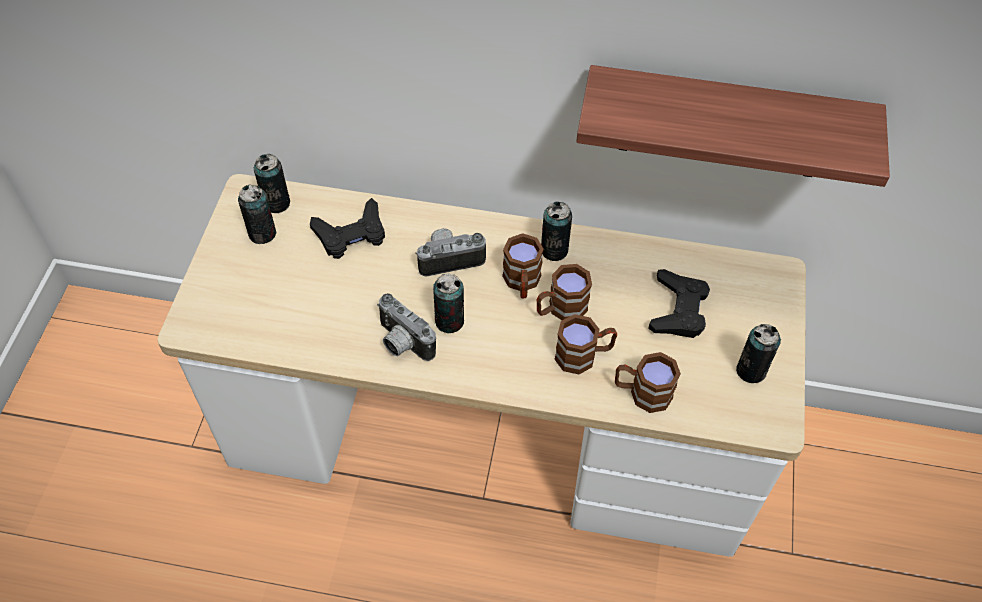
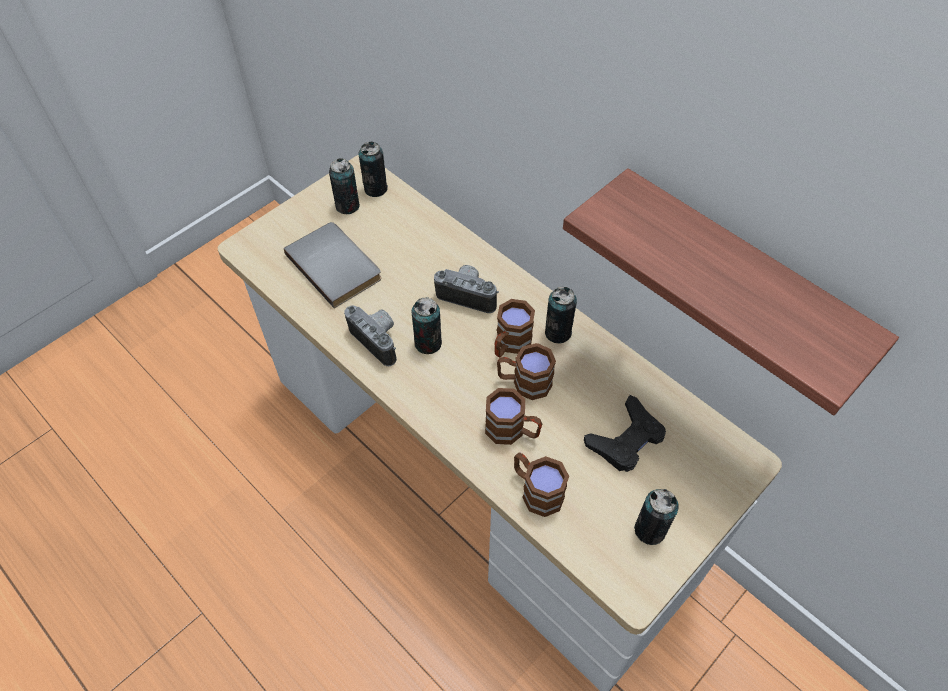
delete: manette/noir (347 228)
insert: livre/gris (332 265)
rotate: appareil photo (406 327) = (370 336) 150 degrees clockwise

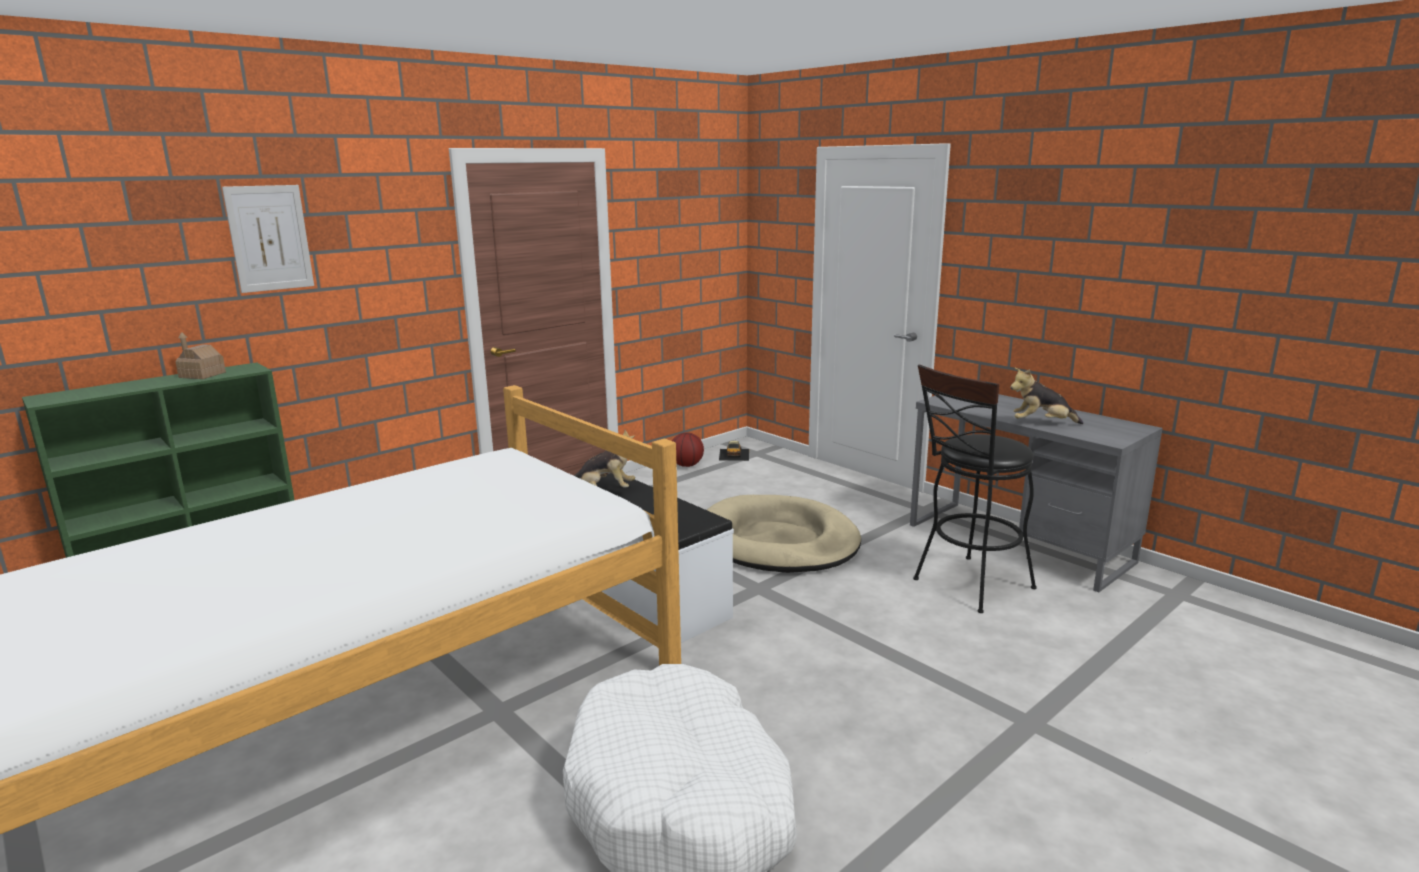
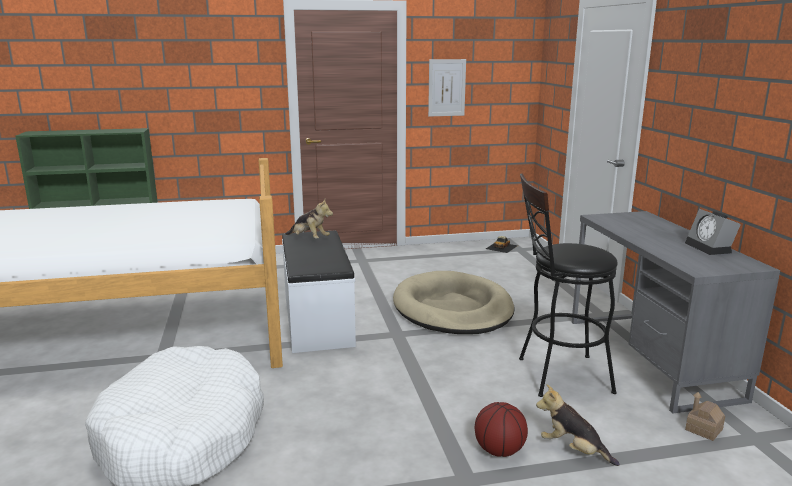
insert: réveil (713 232)
move: tableau (268 239) to (447 88); ballon de basket (688 449) to (501 429); peluche (1046 396) to (578 425); maison miniature (200 355) to (705 416)

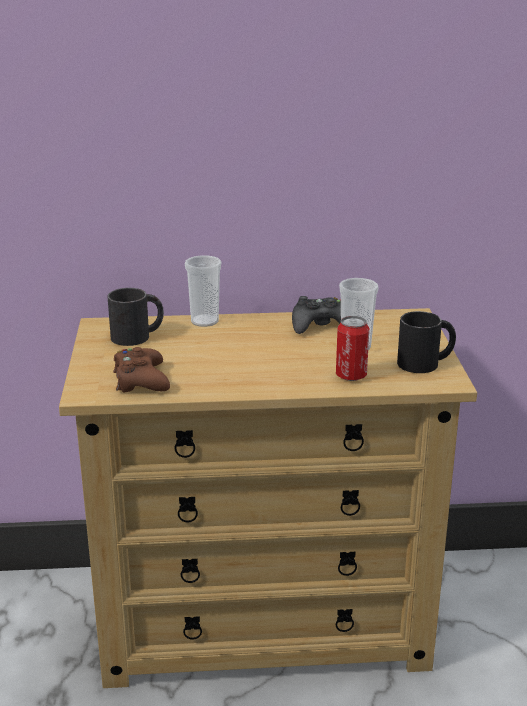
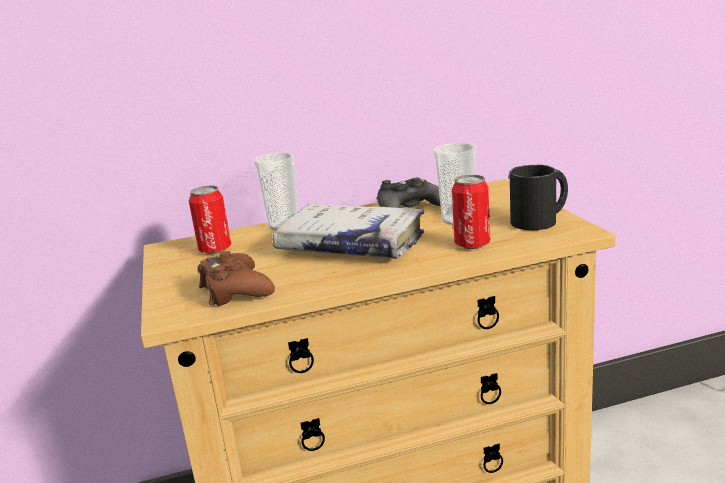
insert: livre/blanc (348 231)
replace: mug/noir (135 317) to boîte métallique (210 220)

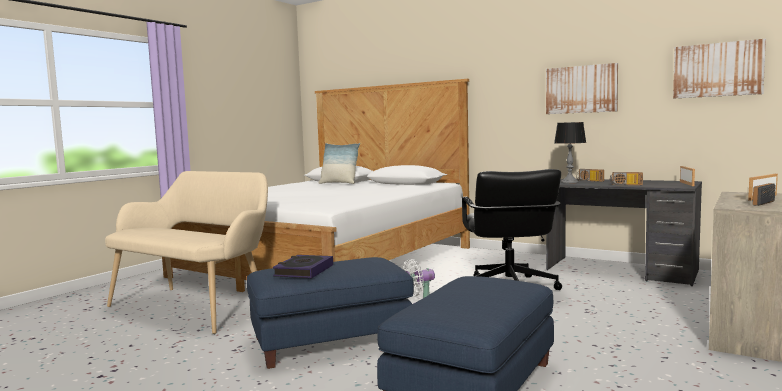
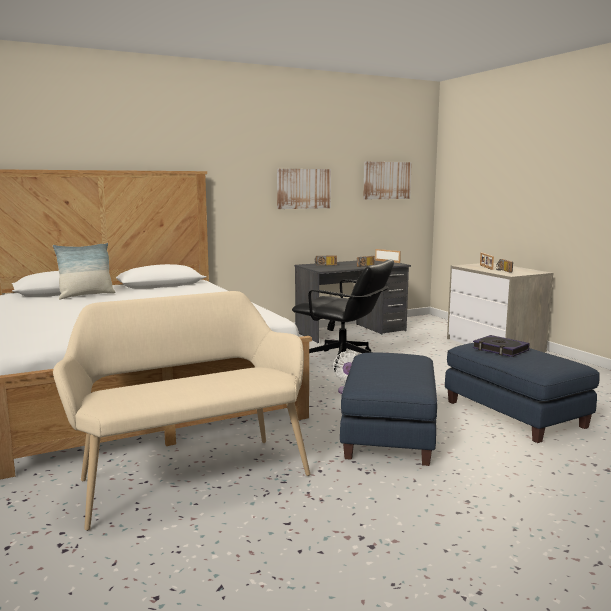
delete: lampe de table (570 153)
move: livre (303 266) to (501 346)

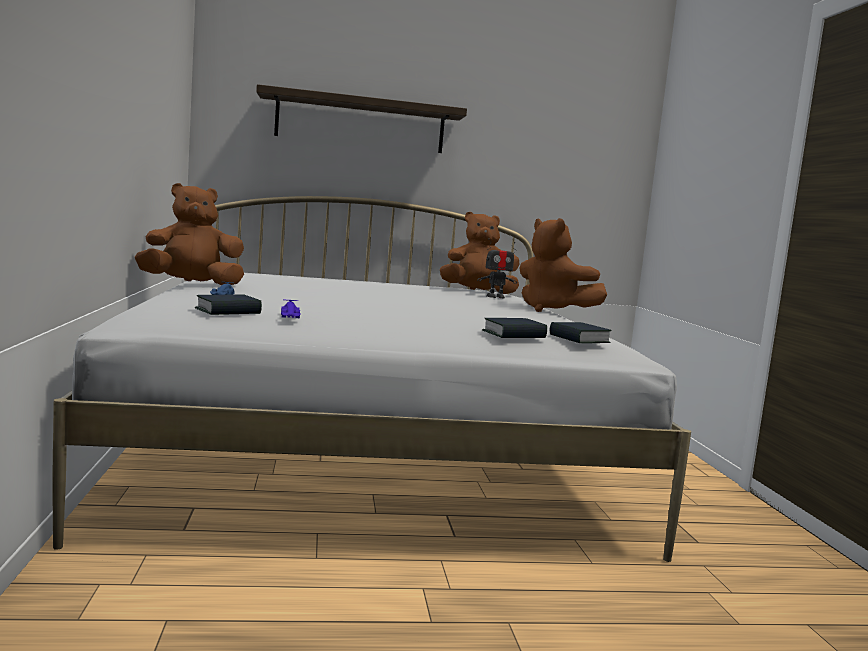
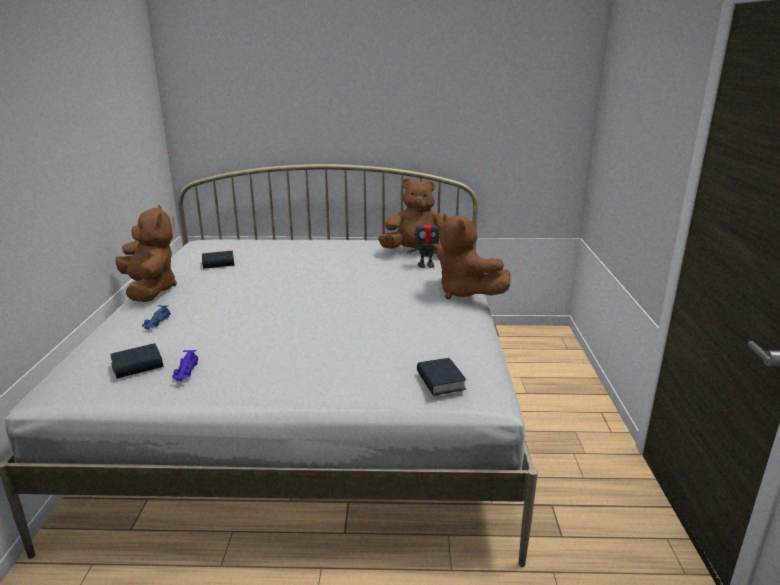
delete: étagère (361 118)
move: livre (514 328) to (218 260)
rotate: peluche/marron (189 234) = (146 253) 75 degrees clockwise

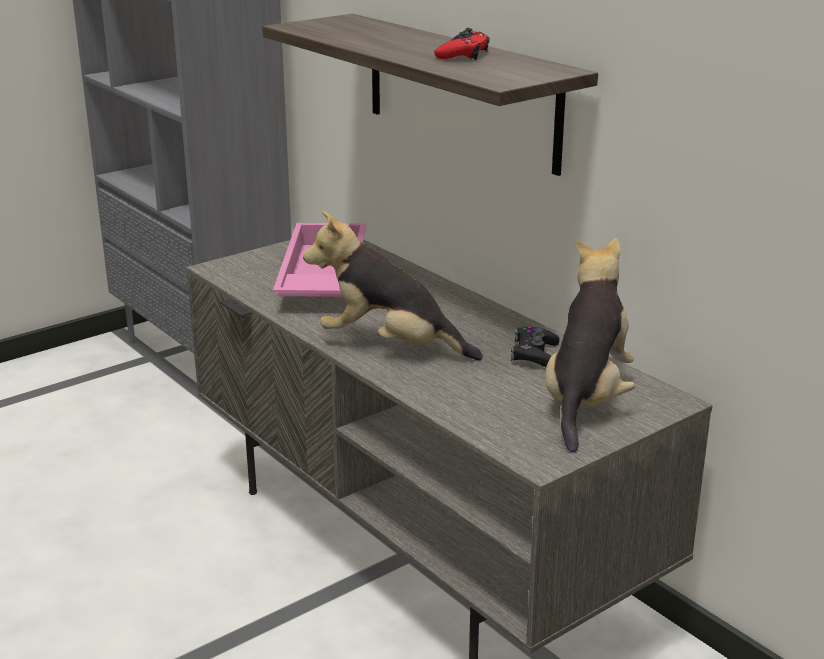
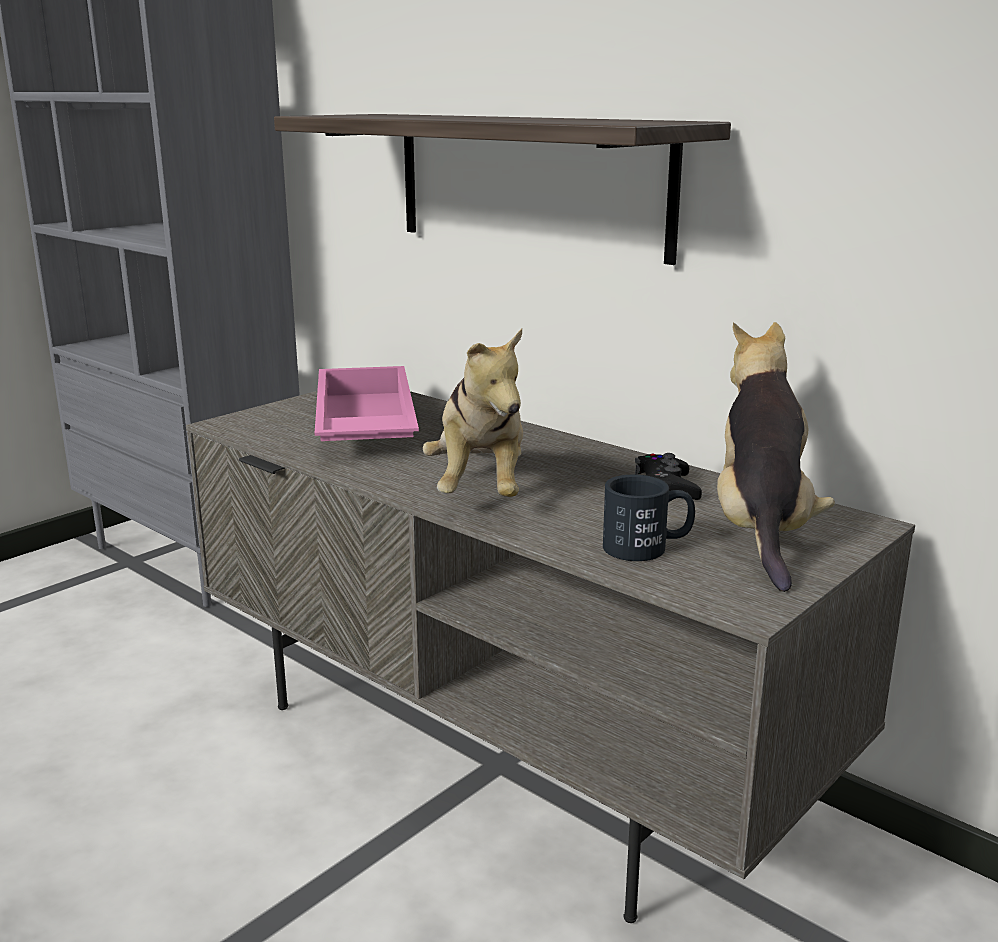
delete: manette/rouge (462 44)
insert: mug/noir (649 518)
rotate: peluche (393 285) = (473 413) 105 degrees counterclockwise

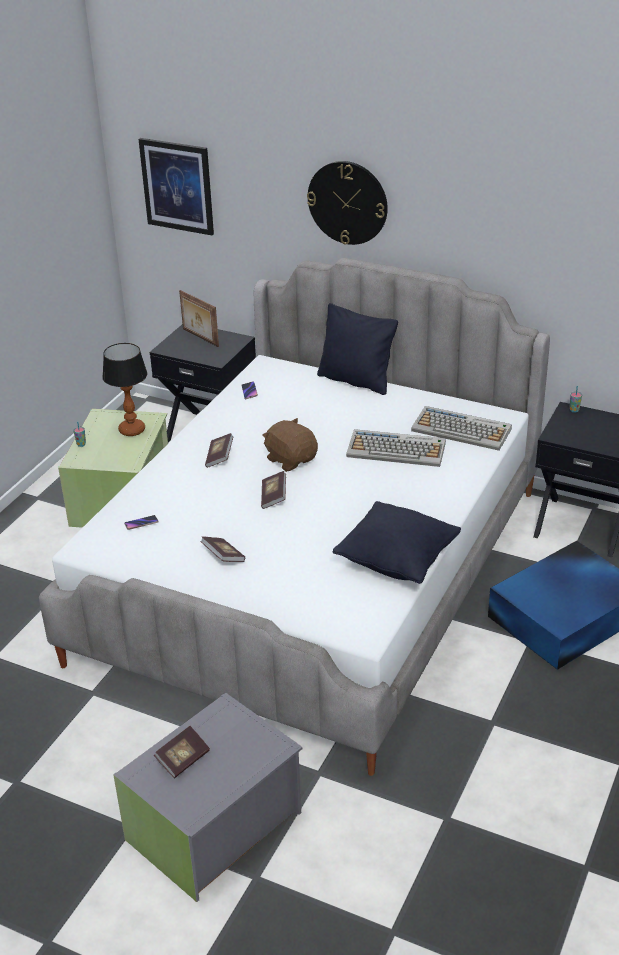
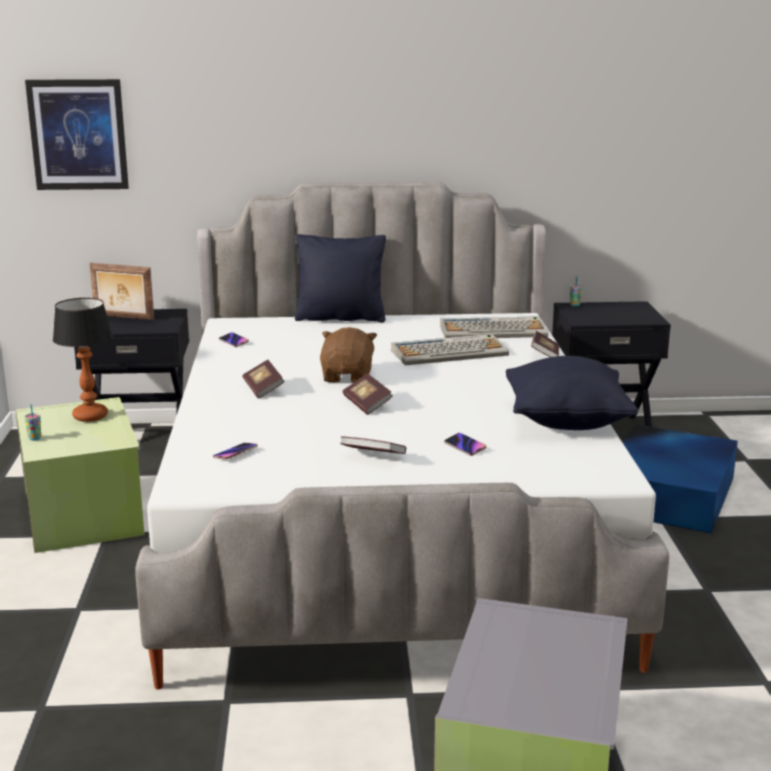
delete: horloge murale (347 203)
insert: téléphone (465 444)
move: livre (182 752) to (545 344)
rotate: peluche/marron (290 445) = (348 355) 75 degrees clockwise

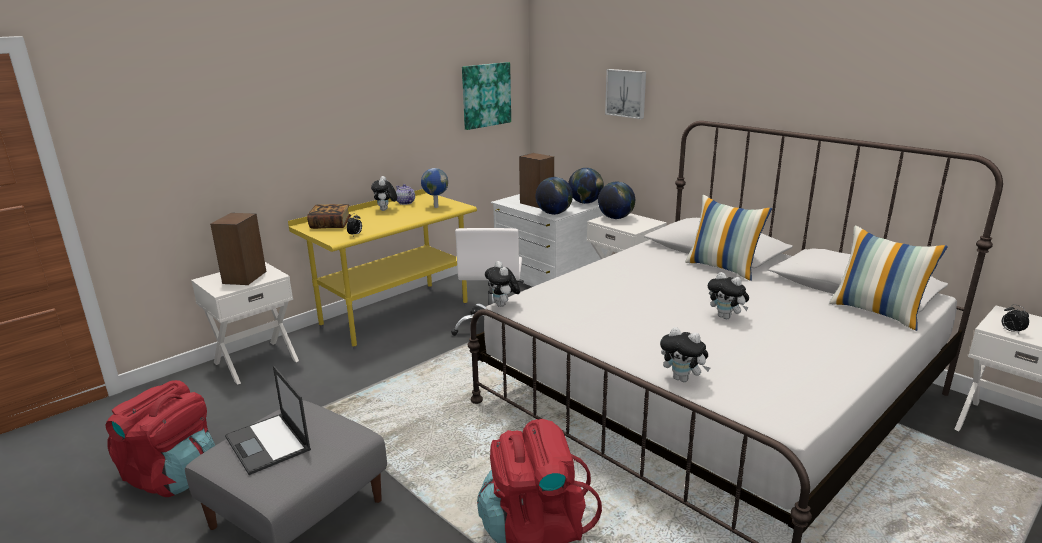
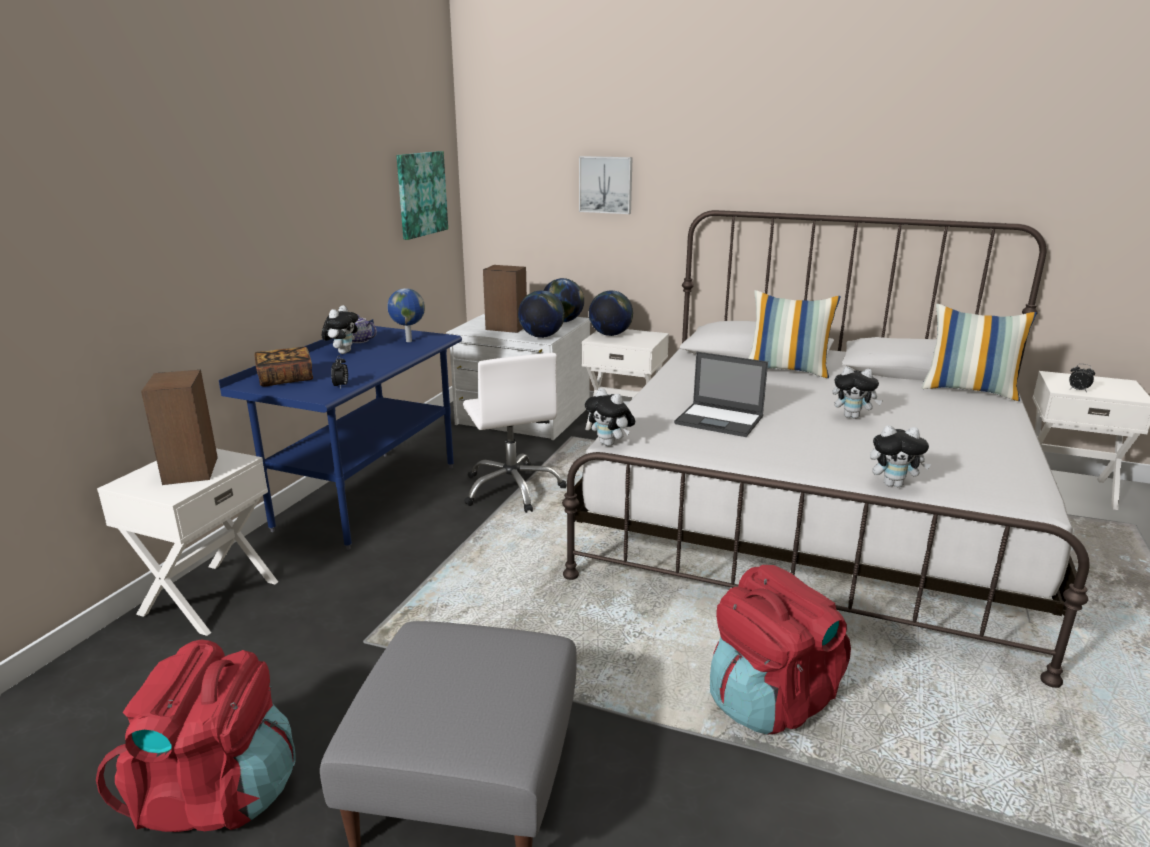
move: ordinateur portable (268 420) to (721 394)
recolor: bureau/jaune (382 269) to bureau/bleu (340 434)
rotate: peluche (384 193) = (340 329) 135 degrees counterclockwise

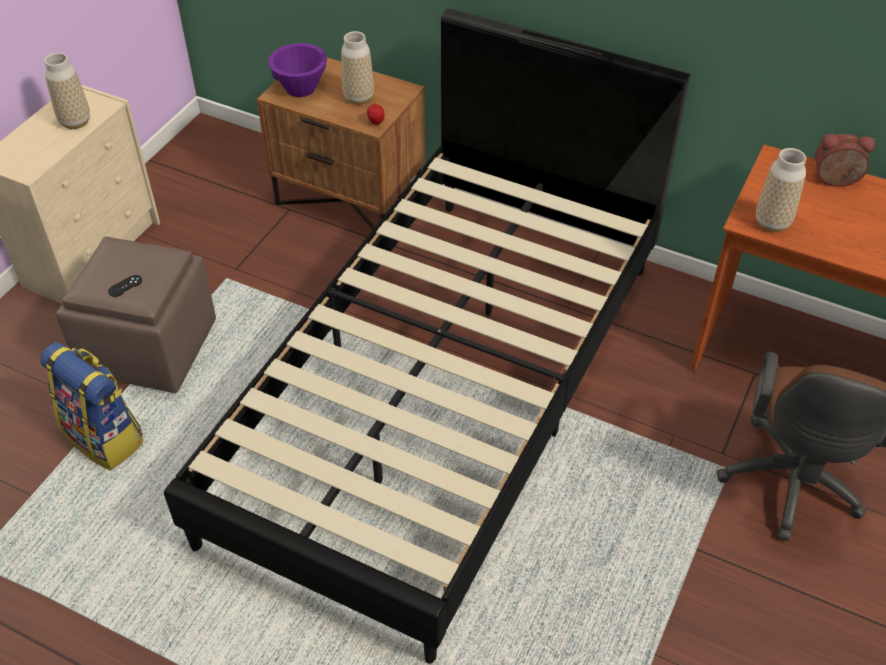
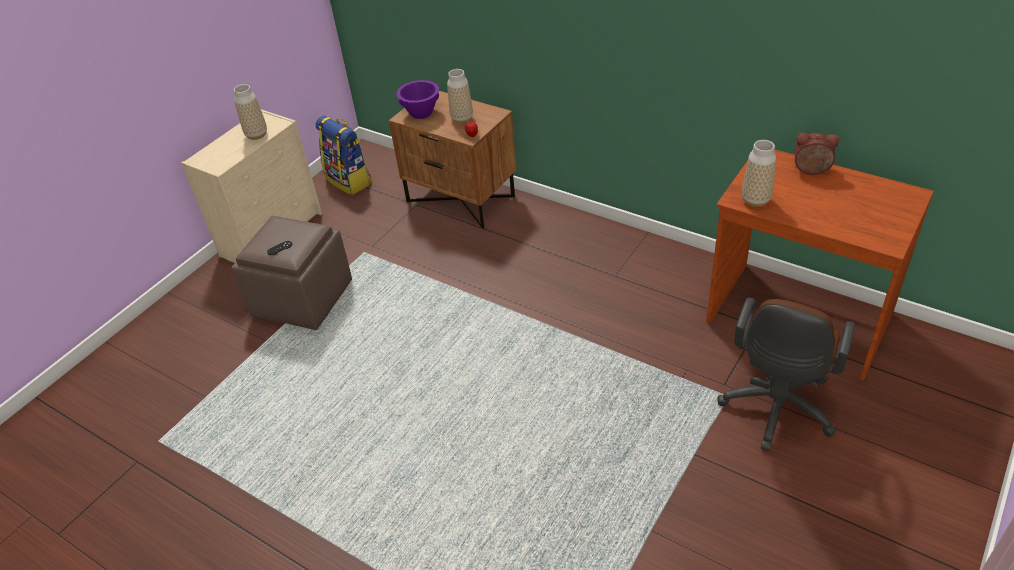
delete: lit/noir (427 336)
move: sac à dos (91 406) to (343 155)

